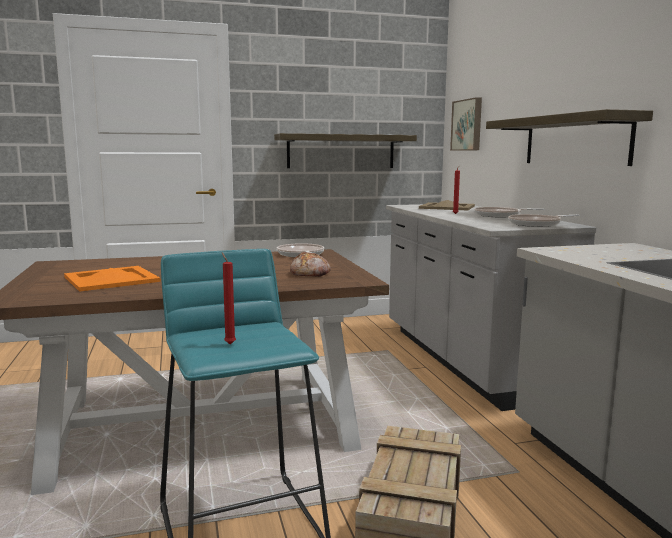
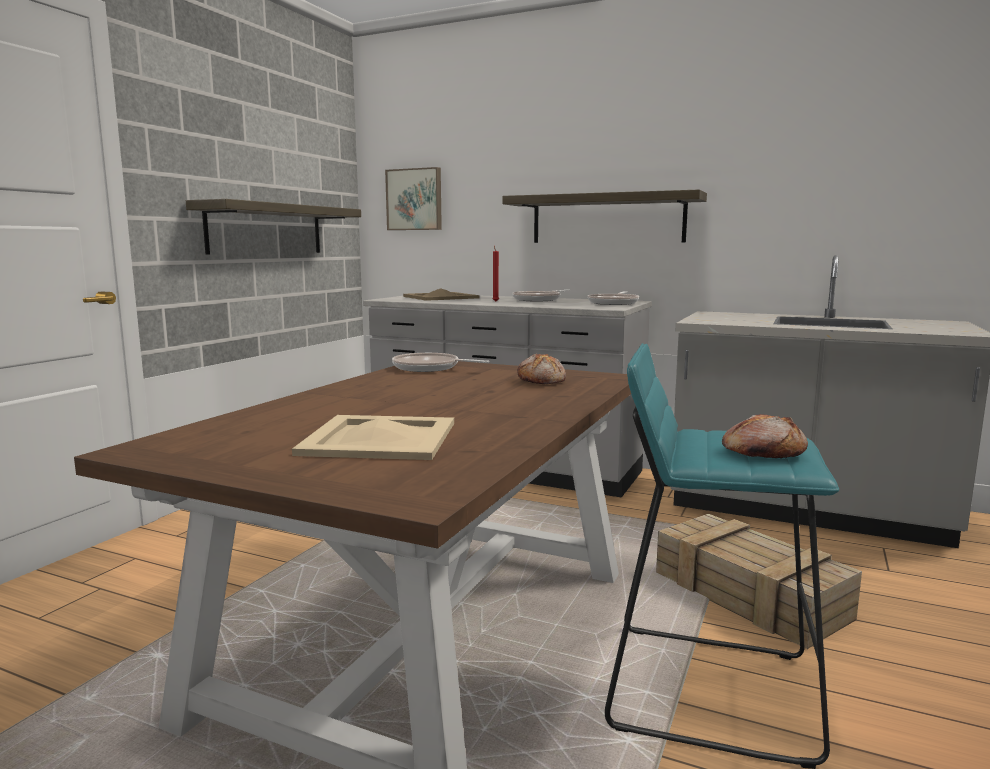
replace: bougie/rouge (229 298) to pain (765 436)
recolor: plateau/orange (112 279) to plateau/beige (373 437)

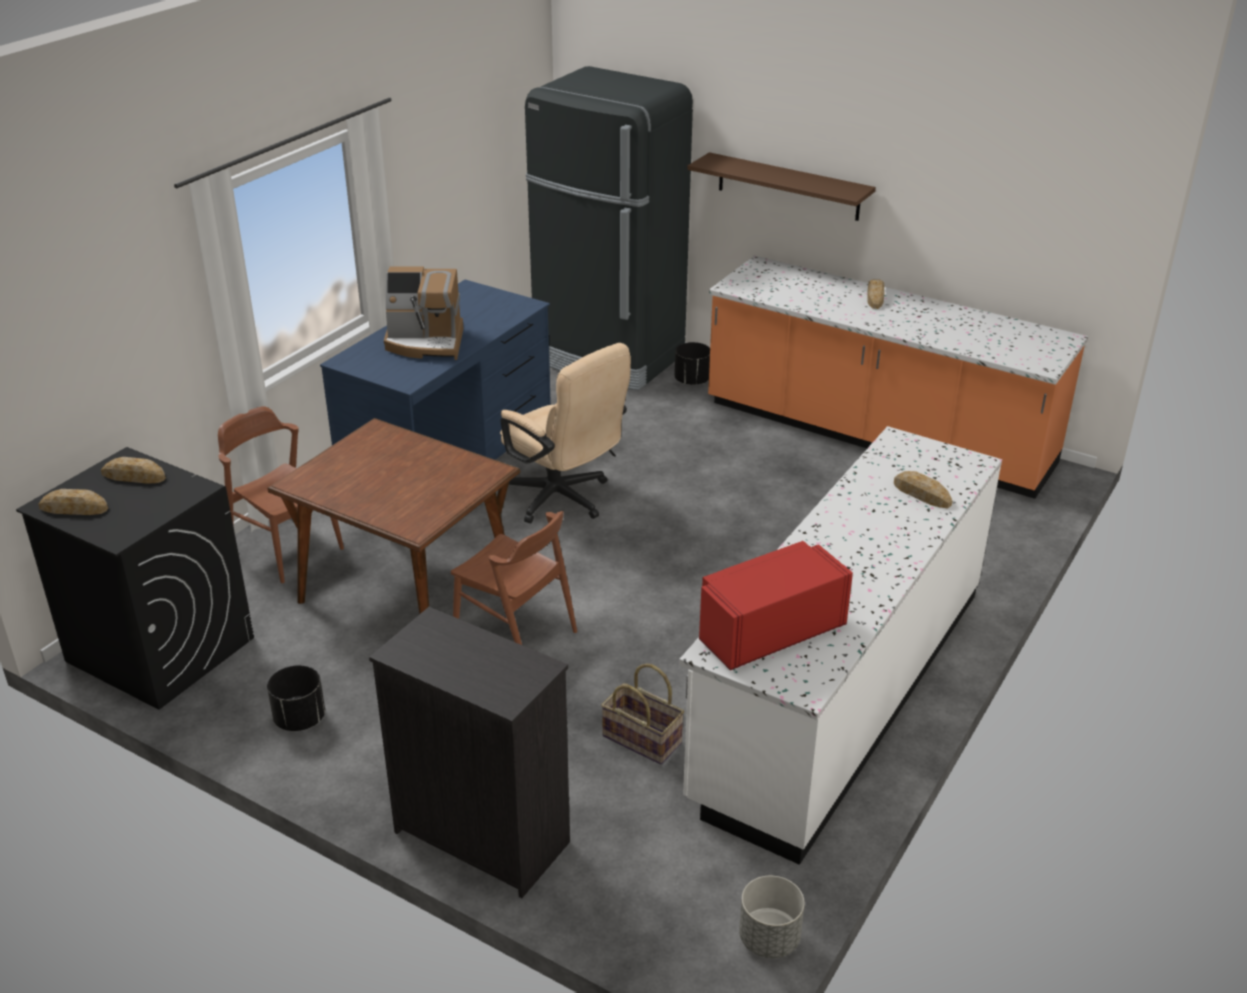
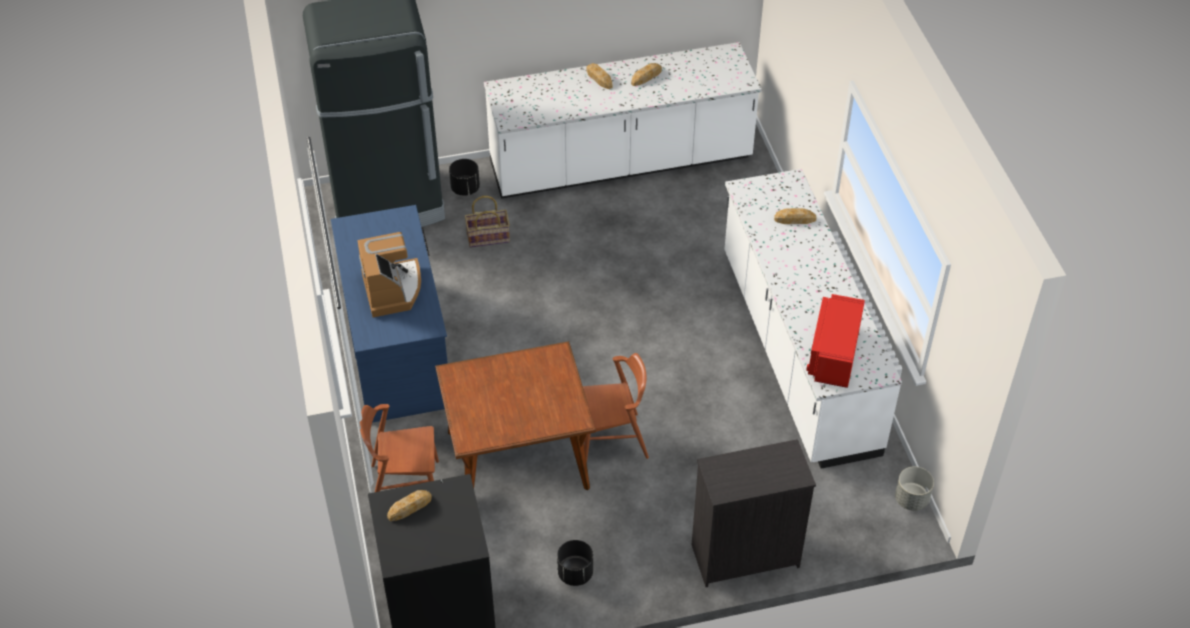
delete: chaise de bureau/beige (565 433); étagère/marron (781 186)
move: panier (642 713) to (487 222); pain (73 502) to (646 74)
recolor: comptoir de cuisine/orange (898 377) to comptoir de cuisine/blanc (623 120)
rotate: machine à café (423 313) = (389 275) 60 degrees counterclockwise

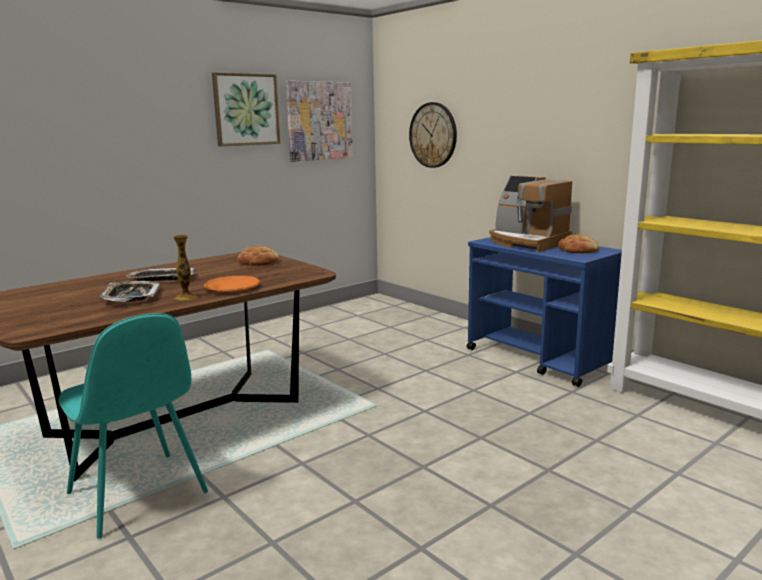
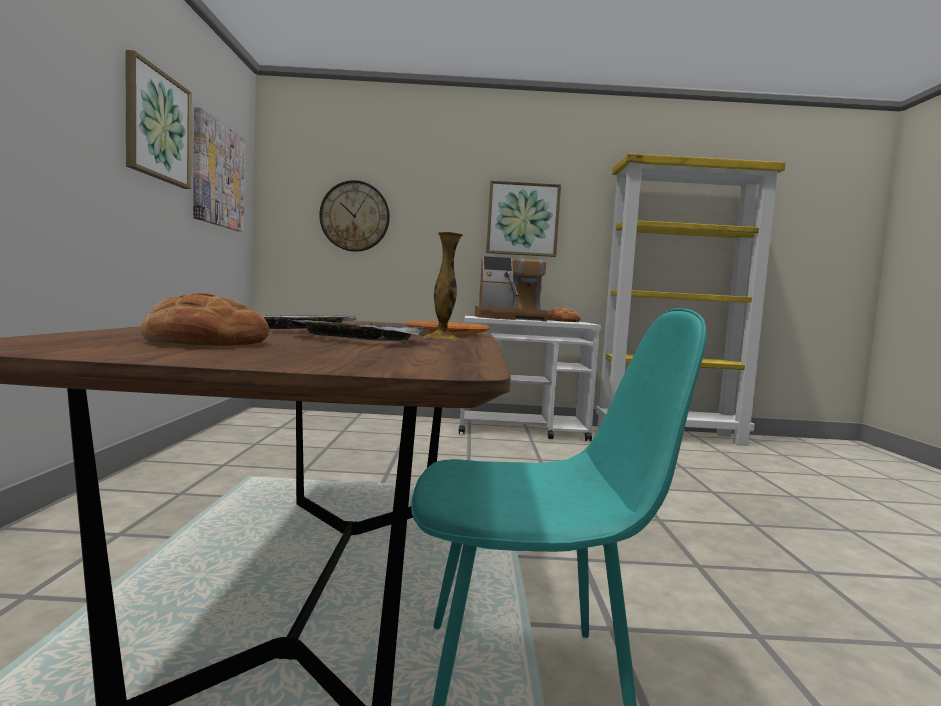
insert: tableau (523 219)
move: pain (258 255) to (205 319)
recolor: chariot/bleu (544 312) to chariot/blanc (530 378)

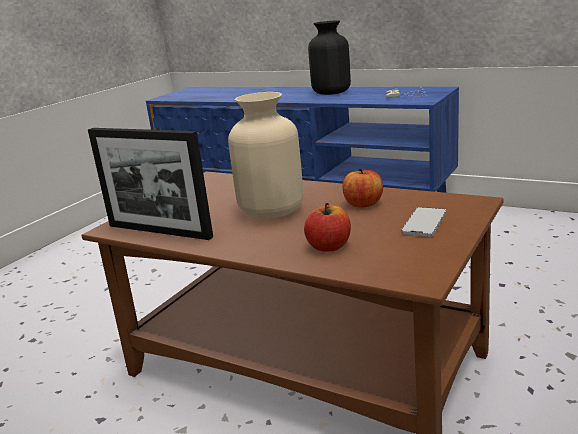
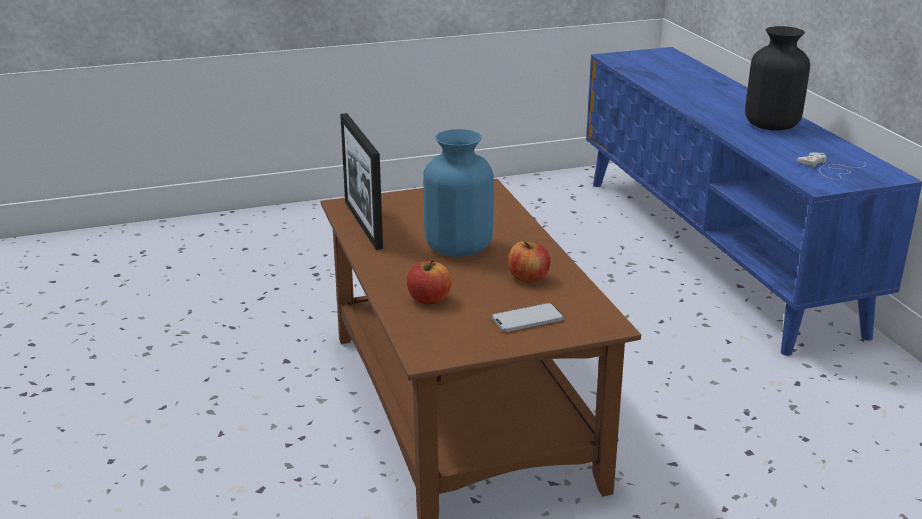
recolor: vase/beige (265 155) to vase/bleu (458 193)

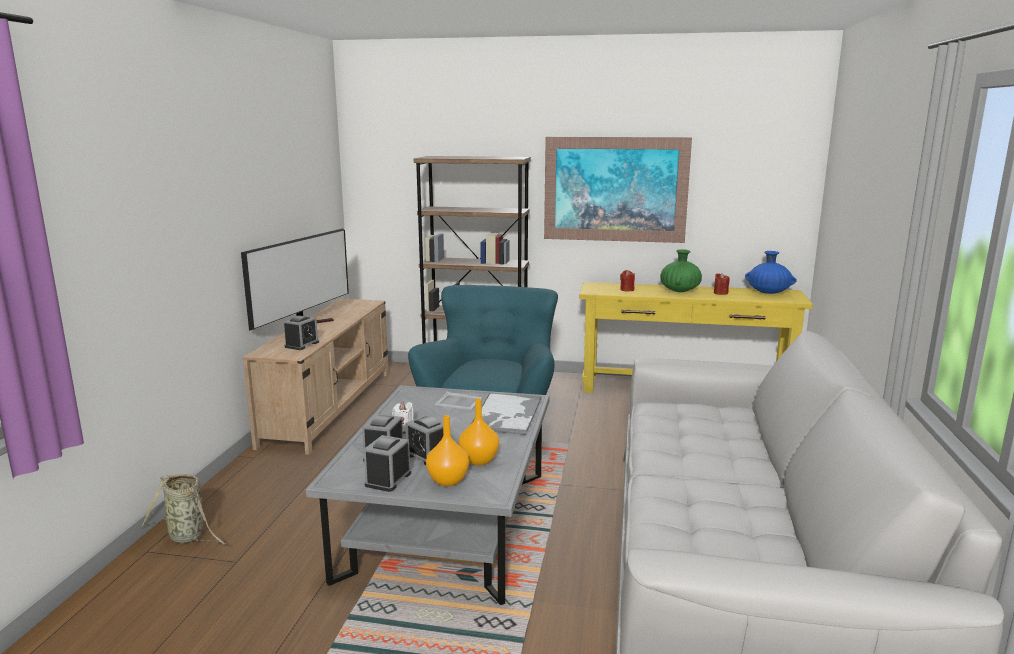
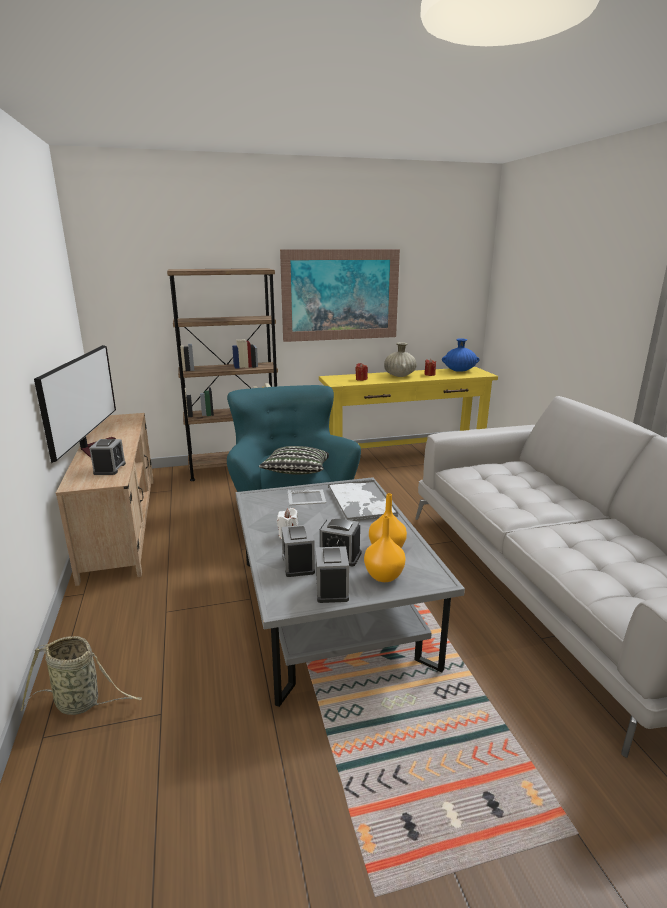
insert: coussin (294 460)
recolor: vase/vert (681 270) to vase/beige (400 359)

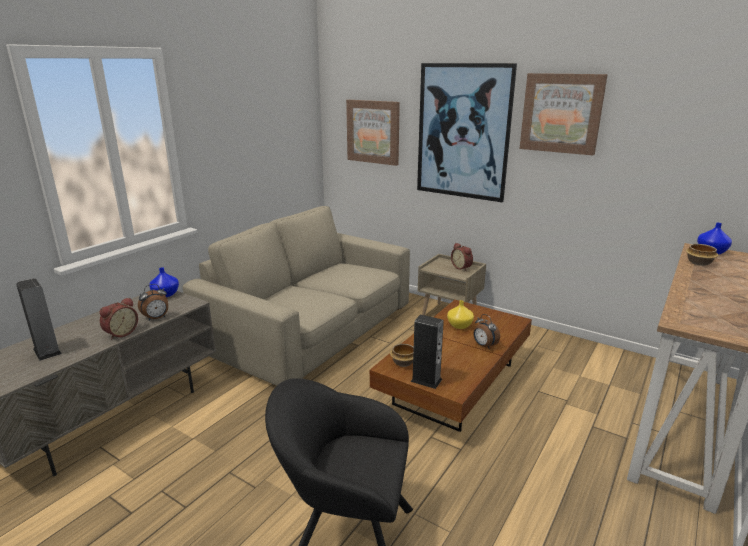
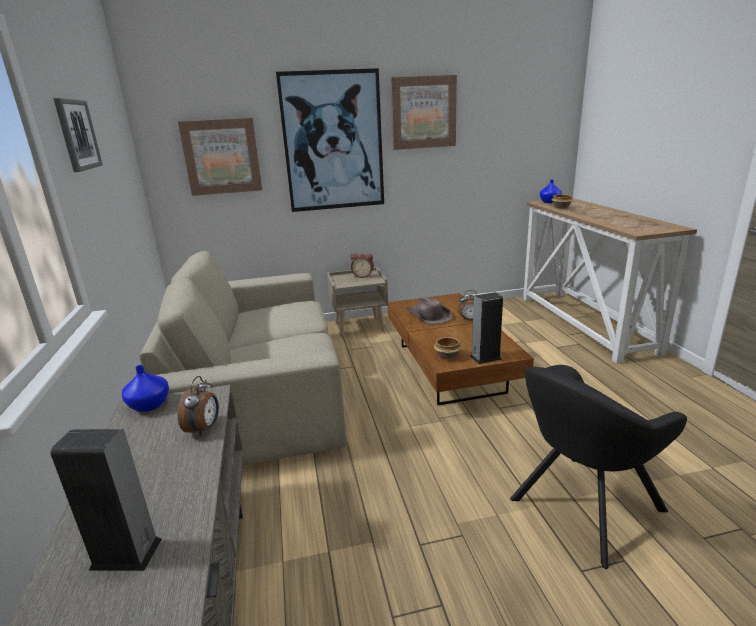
delete: réveil (119 319)
insert: tableau (78 135)
replace: vase/jaune (460 314) to chapeau/marron (429 310)

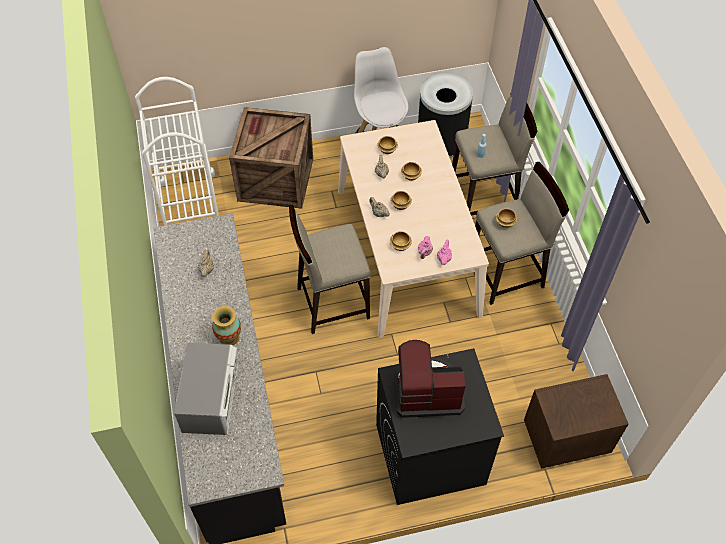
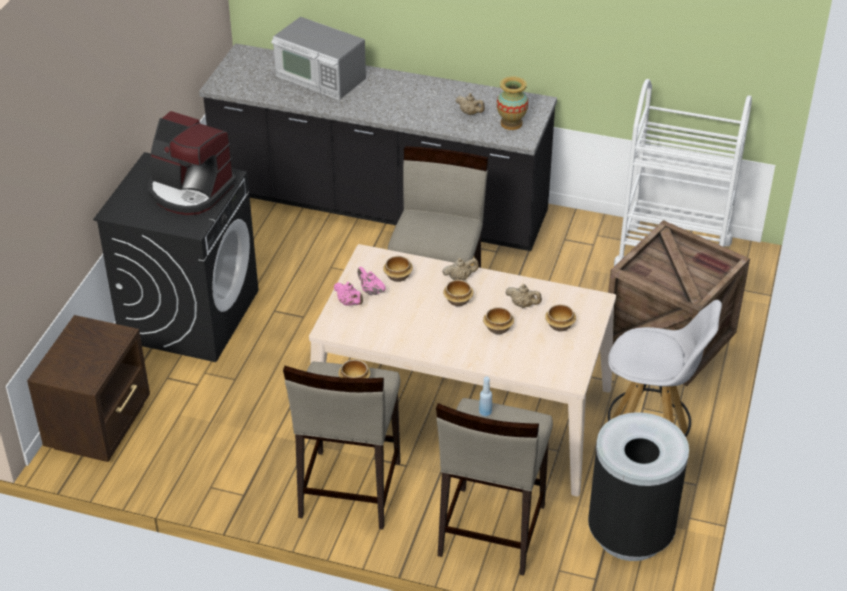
move: vase (226 325) to (512 103)
rotate: machine à café (429 379) = (192 163) 90 degrees clockwise

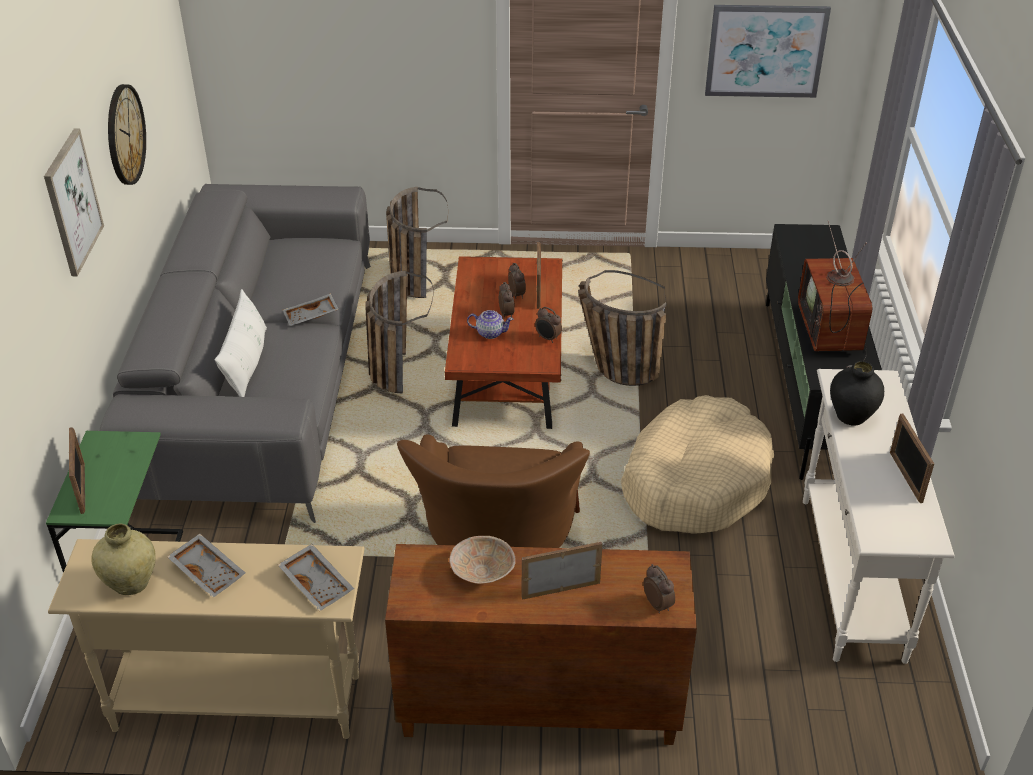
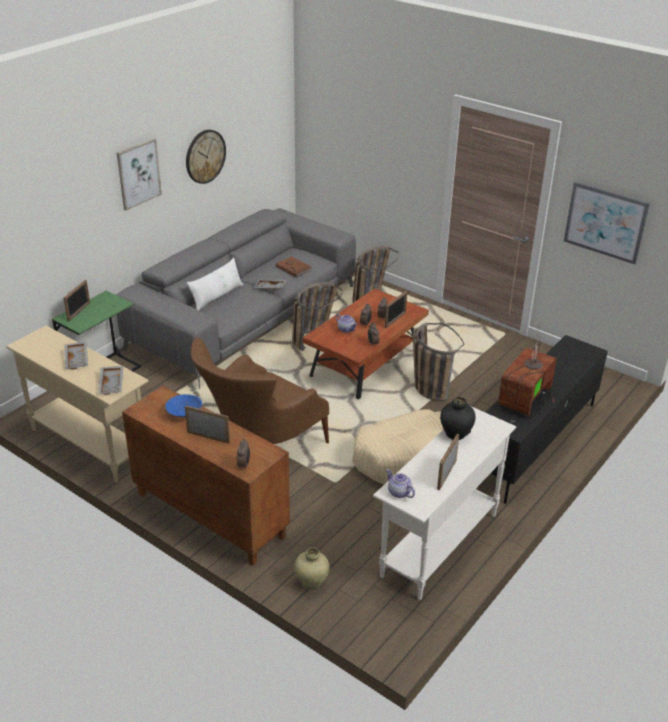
insert: livre/marron (293 267); théière (400 483)
move: vase/beige (123 559) to (312 569)
recolor: bol/beige (482 560) to bol/bleu (183 405)

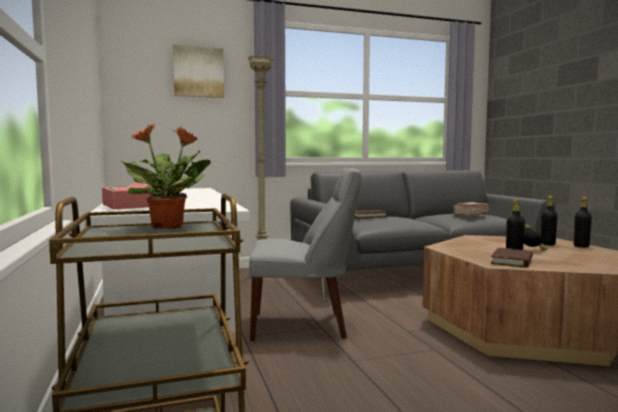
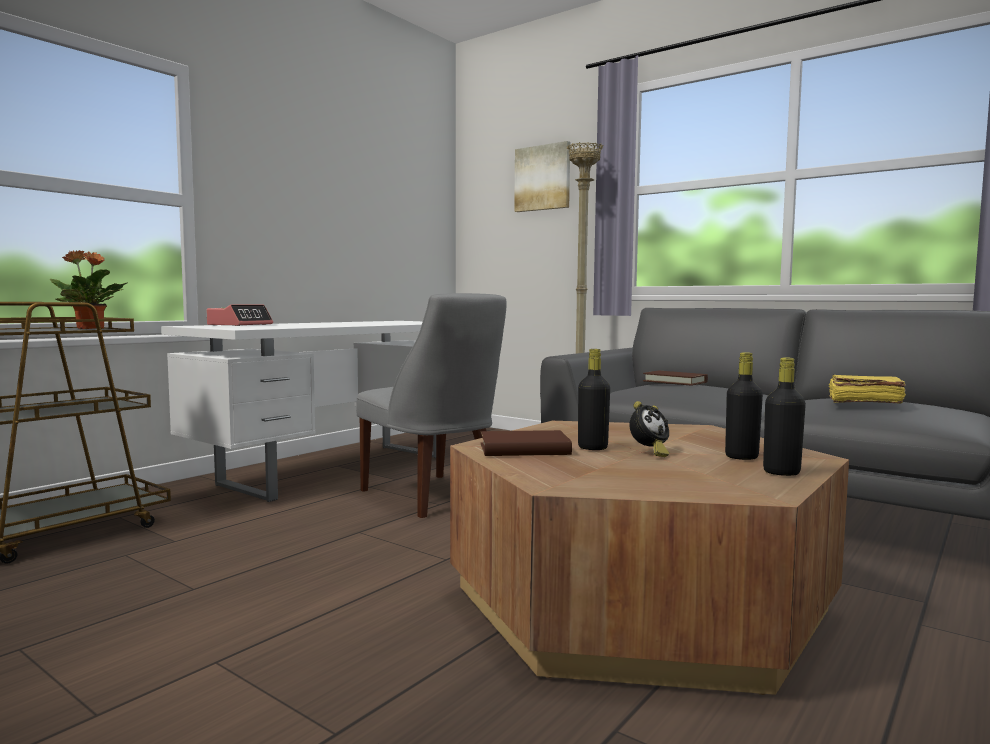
recolor: livre/marron (471 209) to livre/jaune (867 389)

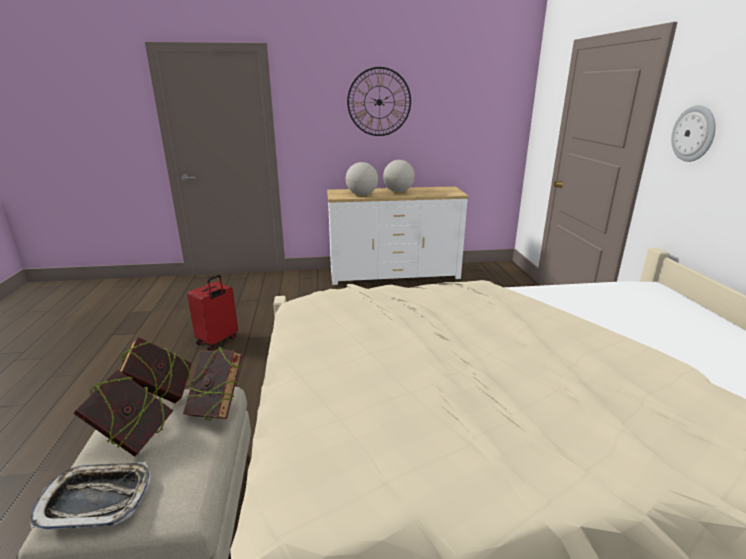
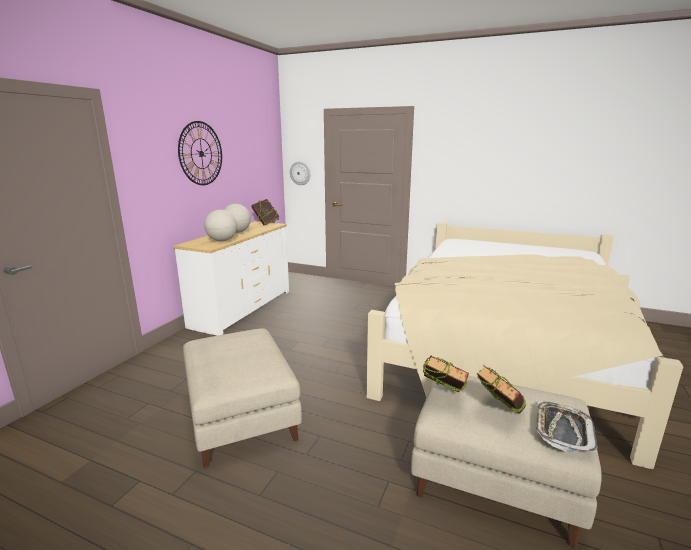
move: livre (213 384) to (265 212); horloge murale (693 133) to (300 173)
replace: valise/rouge (212 312) to pouf/beige (242 398)

